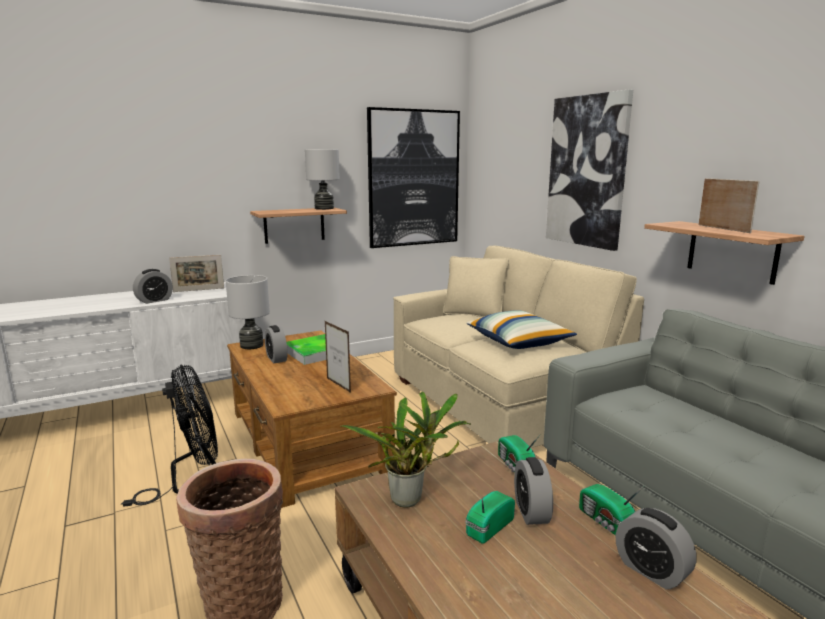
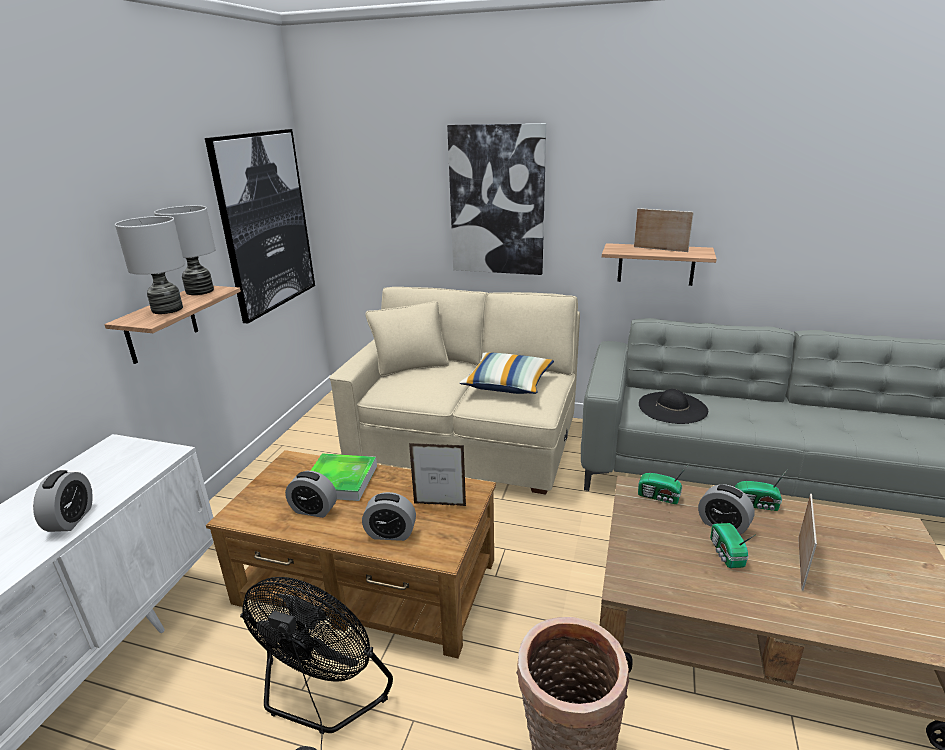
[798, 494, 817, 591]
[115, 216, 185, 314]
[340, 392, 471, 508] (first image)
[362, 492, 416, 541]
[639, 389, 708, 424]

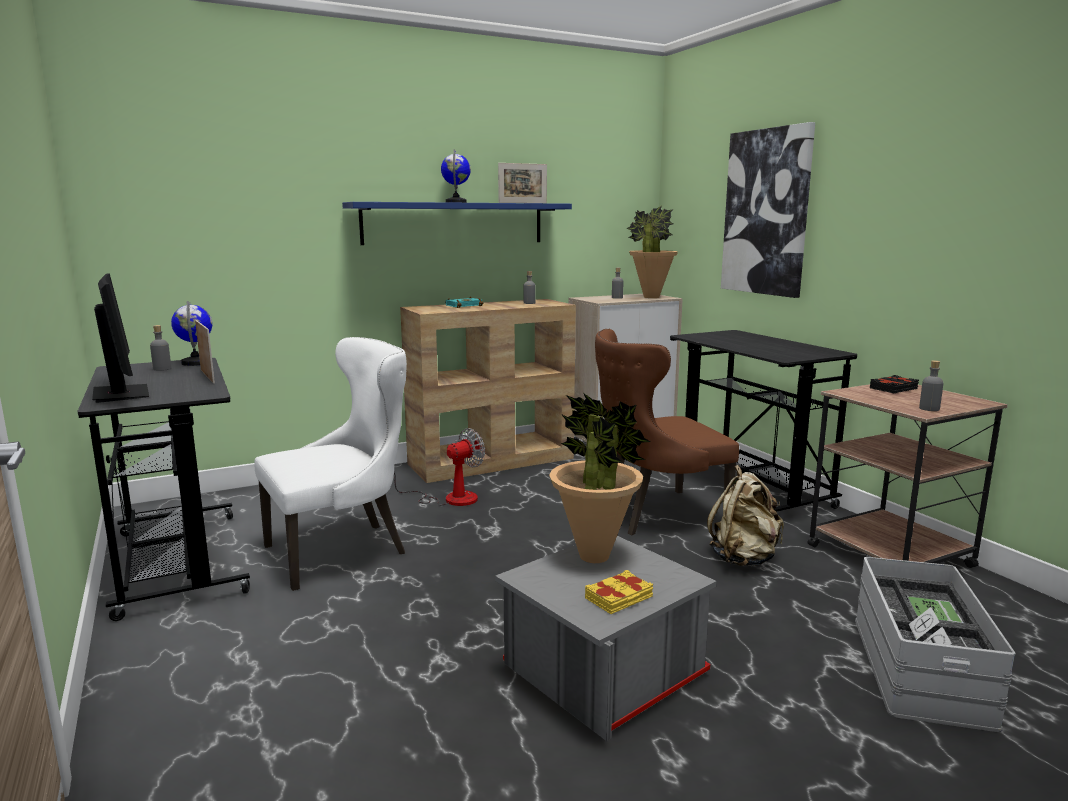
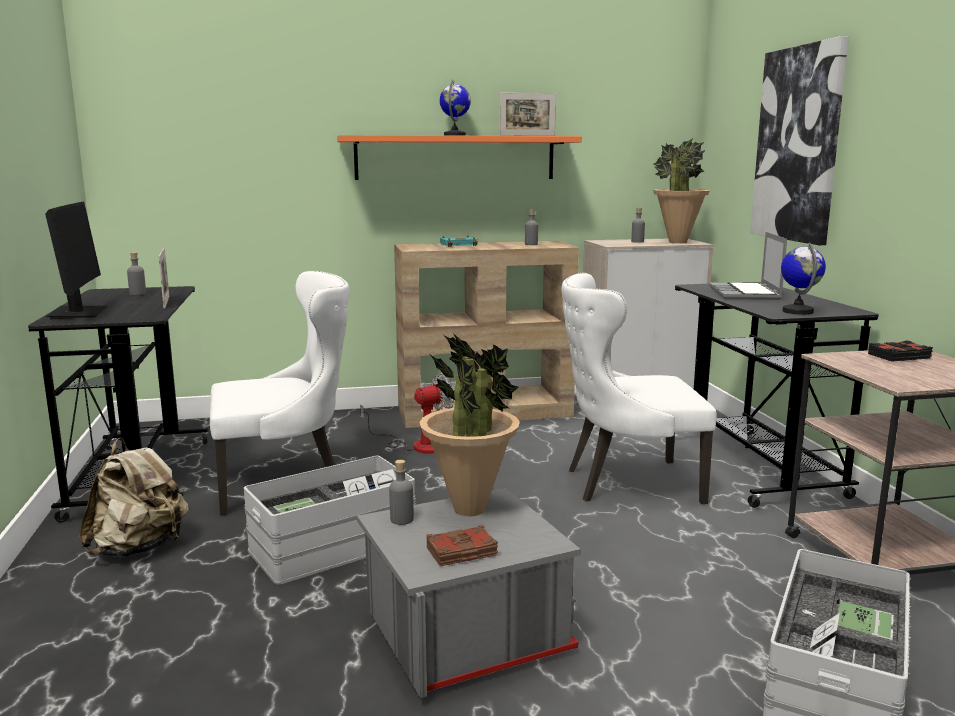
[337, 135, 582, 180]
[781, 242, 826, 315]
[562, 273, 716, 504]
[389, 460, 414, 525]
[79, 438, 189, 558]
[427, 525, 498, 566]
[709, 232, 787, 300]
[244, 456, 416, 585]

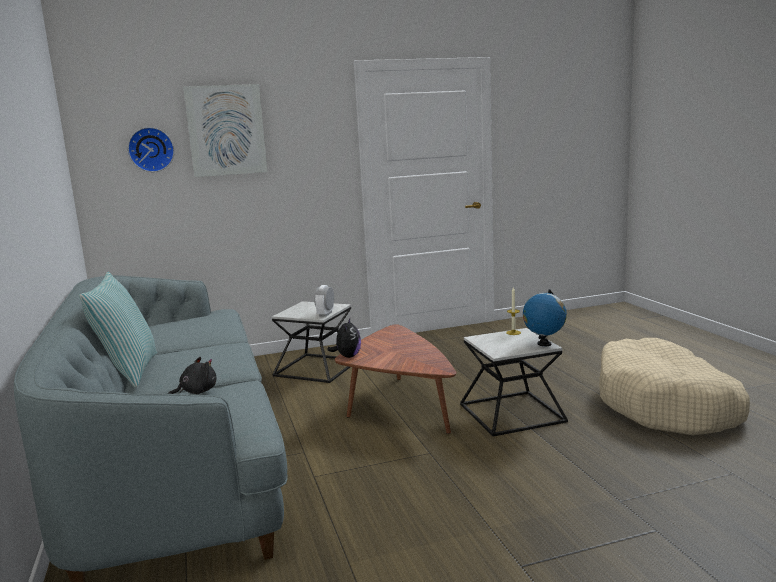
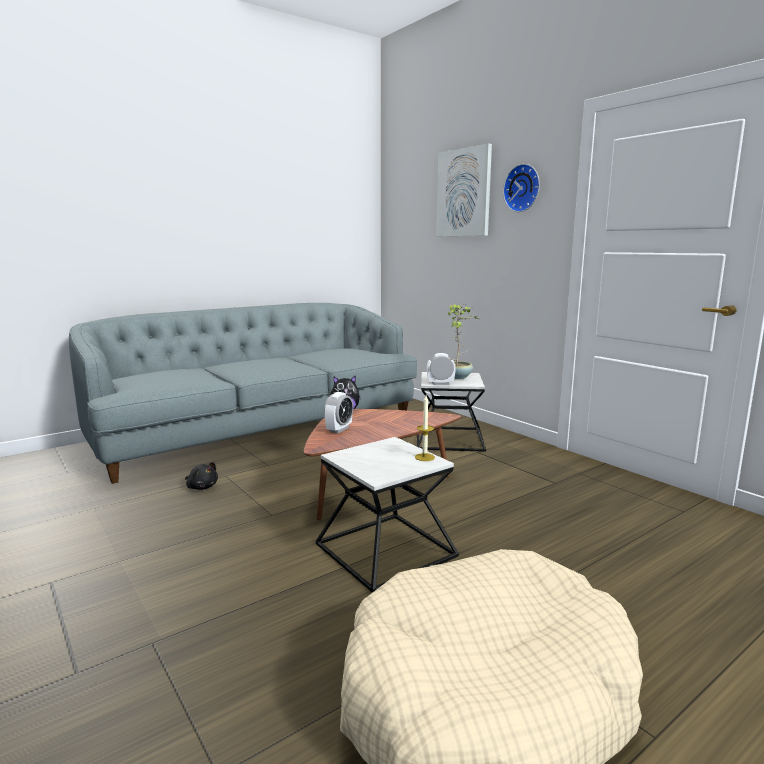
[503, 164, 540, 212]
[79, 272, 157, 388] (first image)
[523, 290, 567, 346] (first image)
[185, 462, 218, 490]
[448, 304, 480, 379]
[324, 392, 353, 433]

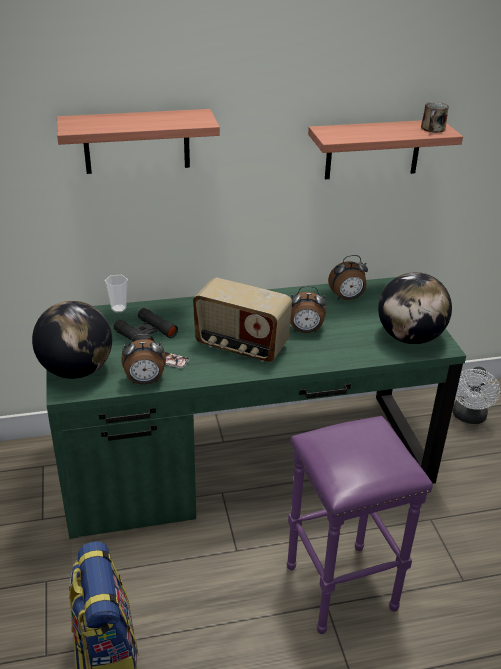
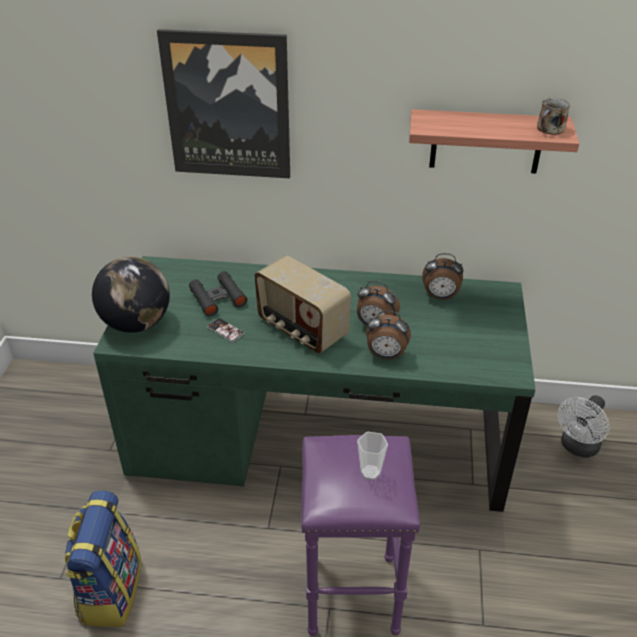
[157, 29, 290, 178]
[378, 272, 452, 344] (first image)
[357, 432, 388, 480]
[366, 311, 411, 359]

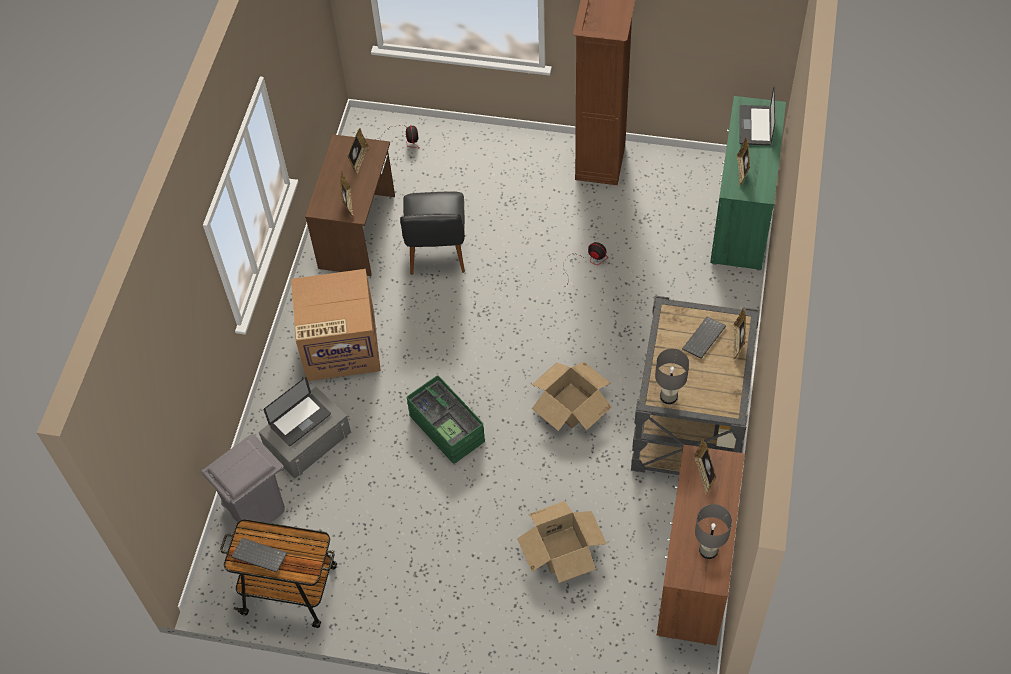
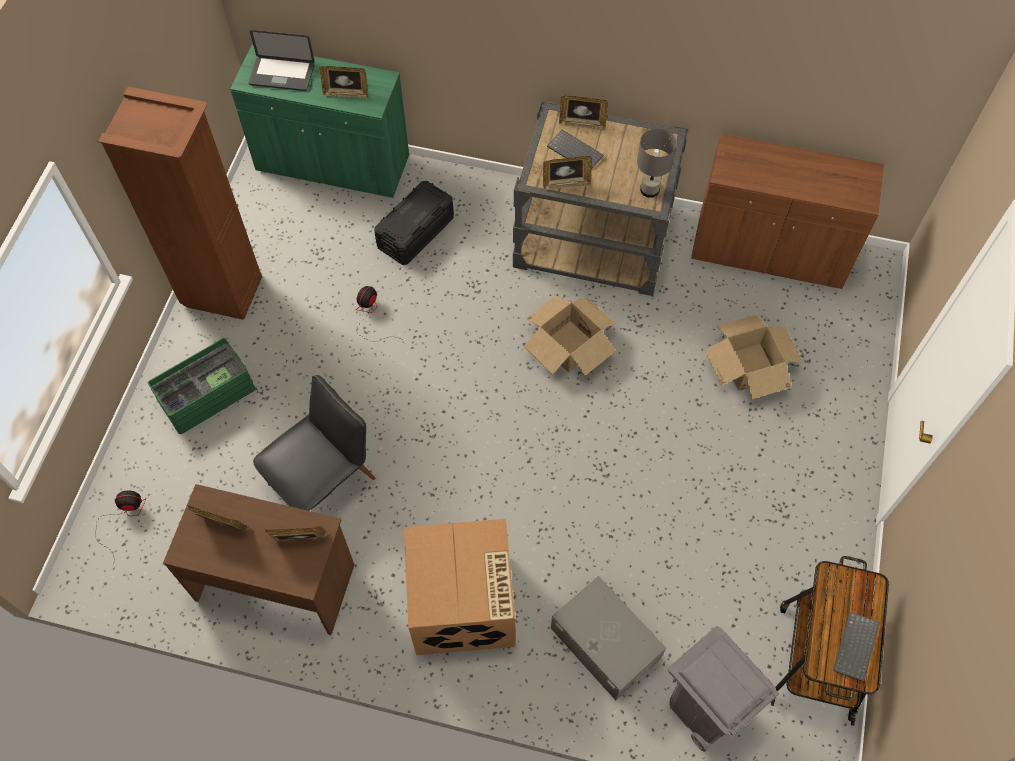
[253, 375, 375, 511]
[148, 338, 256, 434]
[264, 377, 331, 446] (first image)
[543, 156, 592, 190]
[695, 504, 732, 559] (first image)
[374, 181, 454, 265]

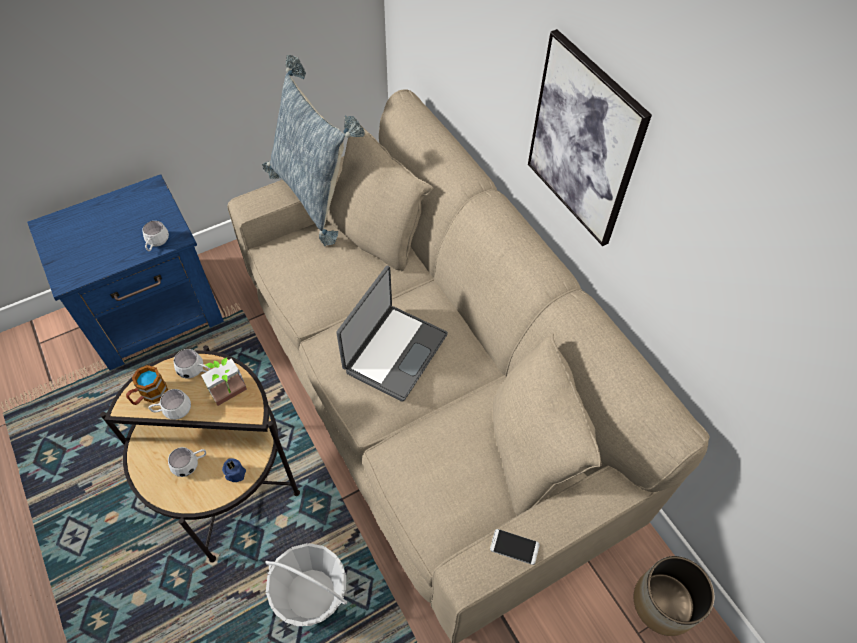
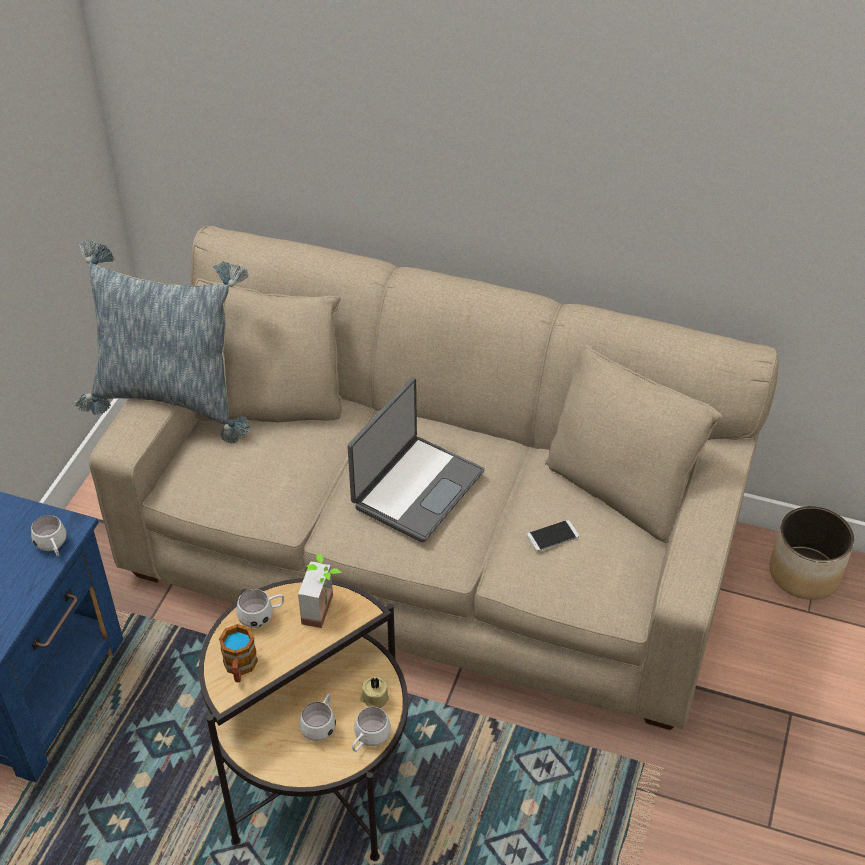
[528, 29, 652, 246] (first image)
[347, 378, 484, 543]
[352, 707, 391, 752]
[360, 677, 389, 708]
[527, 520, 579, 551]
[265, 543, 347, 626] (first image)

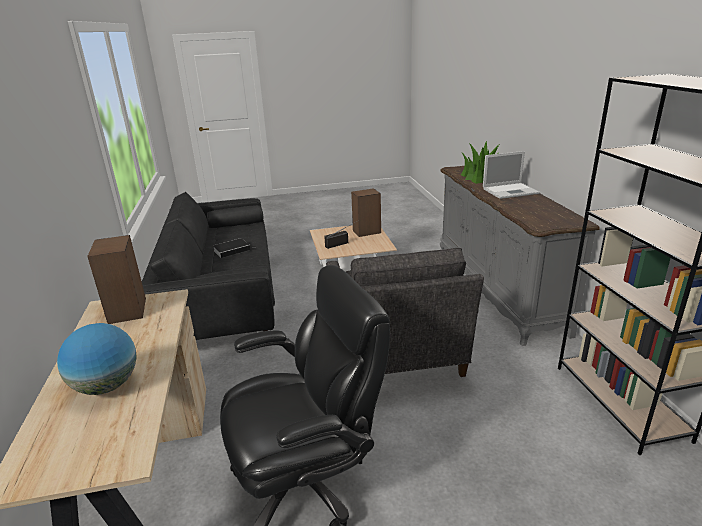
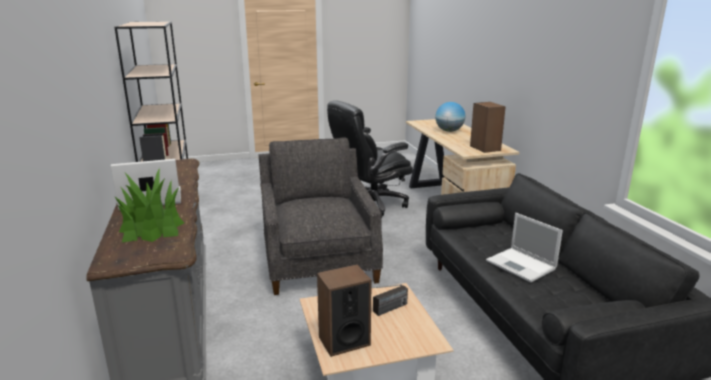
[486, 213, 563, 282]

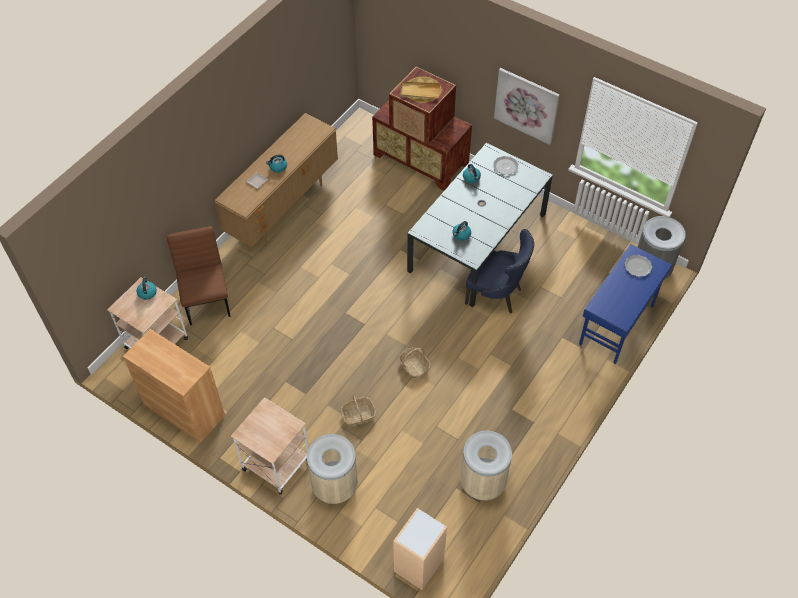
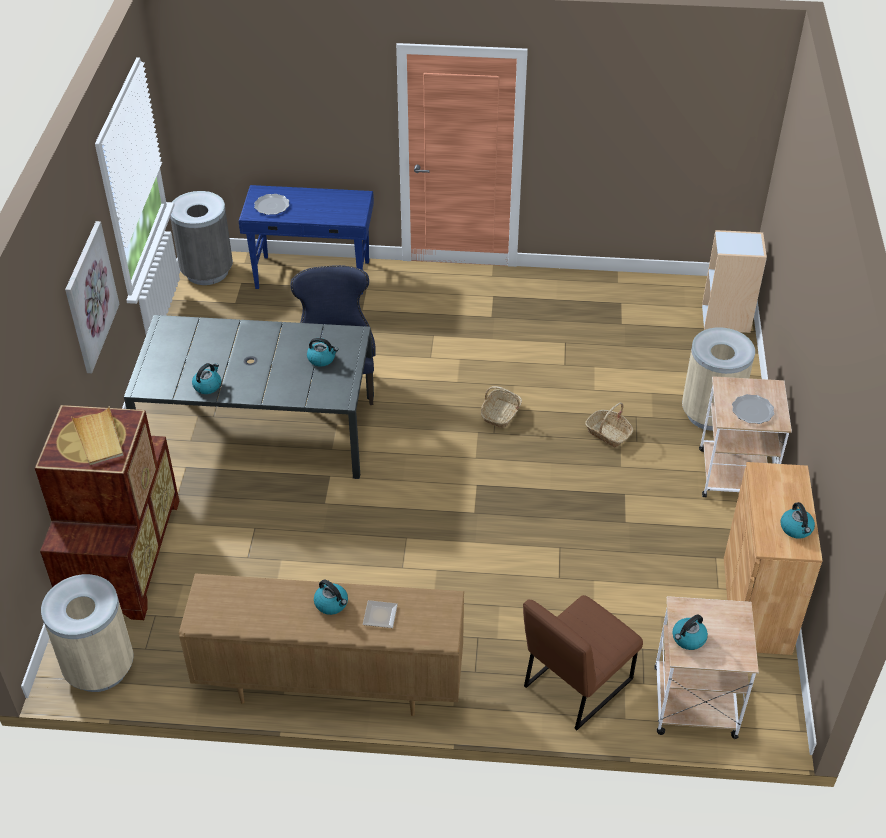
[732, 394, 774, 424]
[41, 574, 134, 692]
[781, 502, 815, 539]

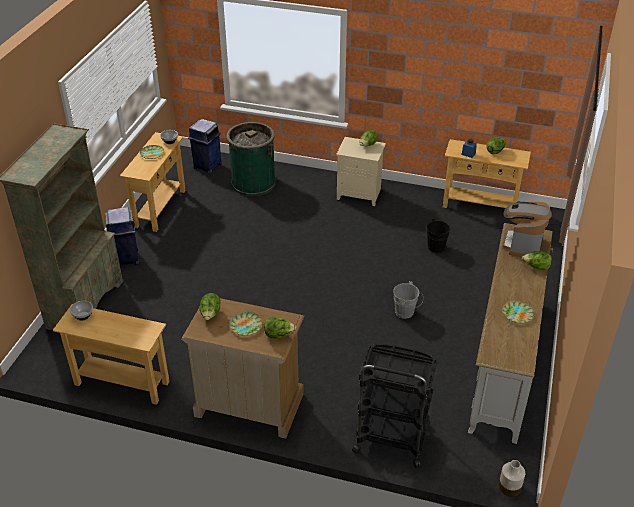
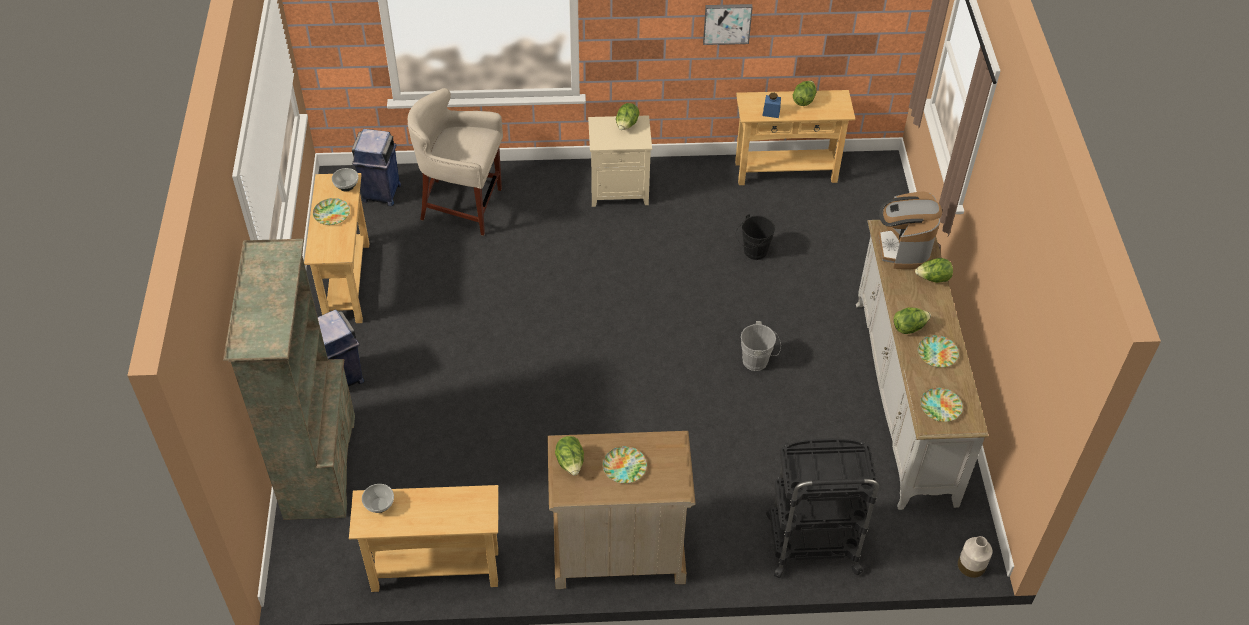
[407, 88, 503, 236]
[893, 307, 931, 334]
[703, 4, 753, 45]
[920, 388, 963, 422]

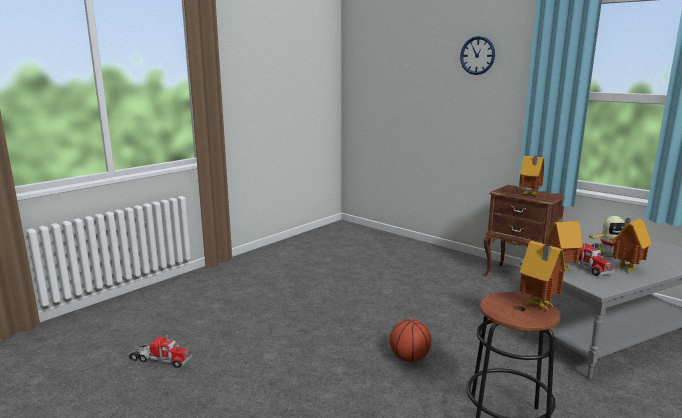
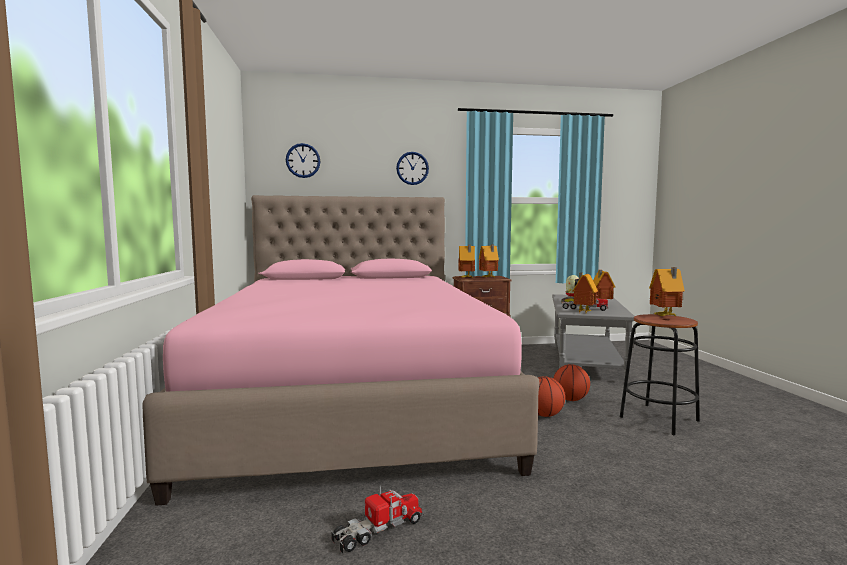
[286, 143, 320, 178]
[143, 195, 539, 506]
[458, 245, 475, 278]
[553, 364, 590, 401]

